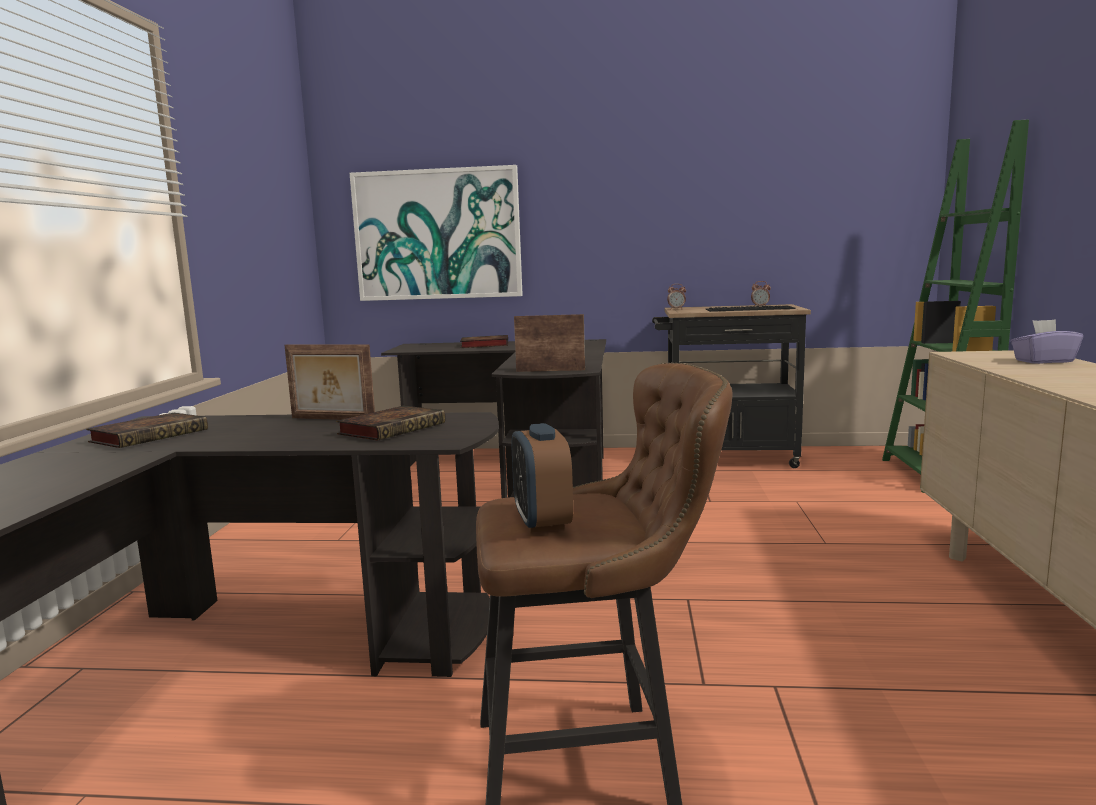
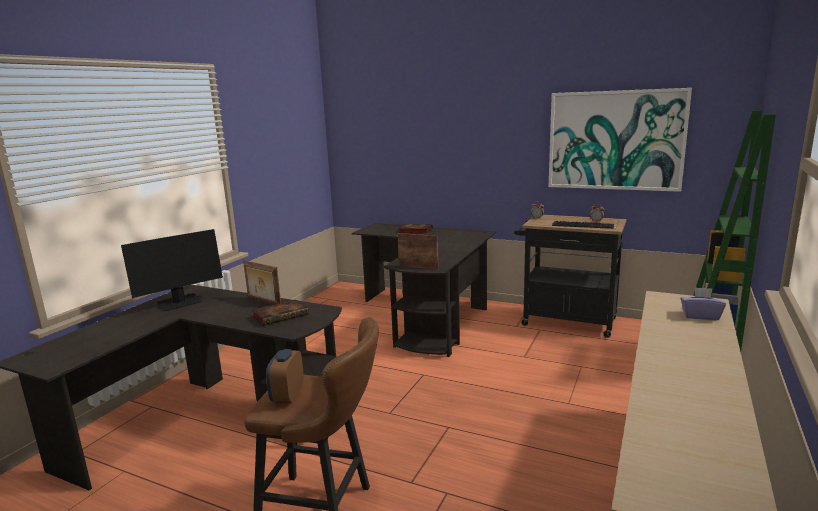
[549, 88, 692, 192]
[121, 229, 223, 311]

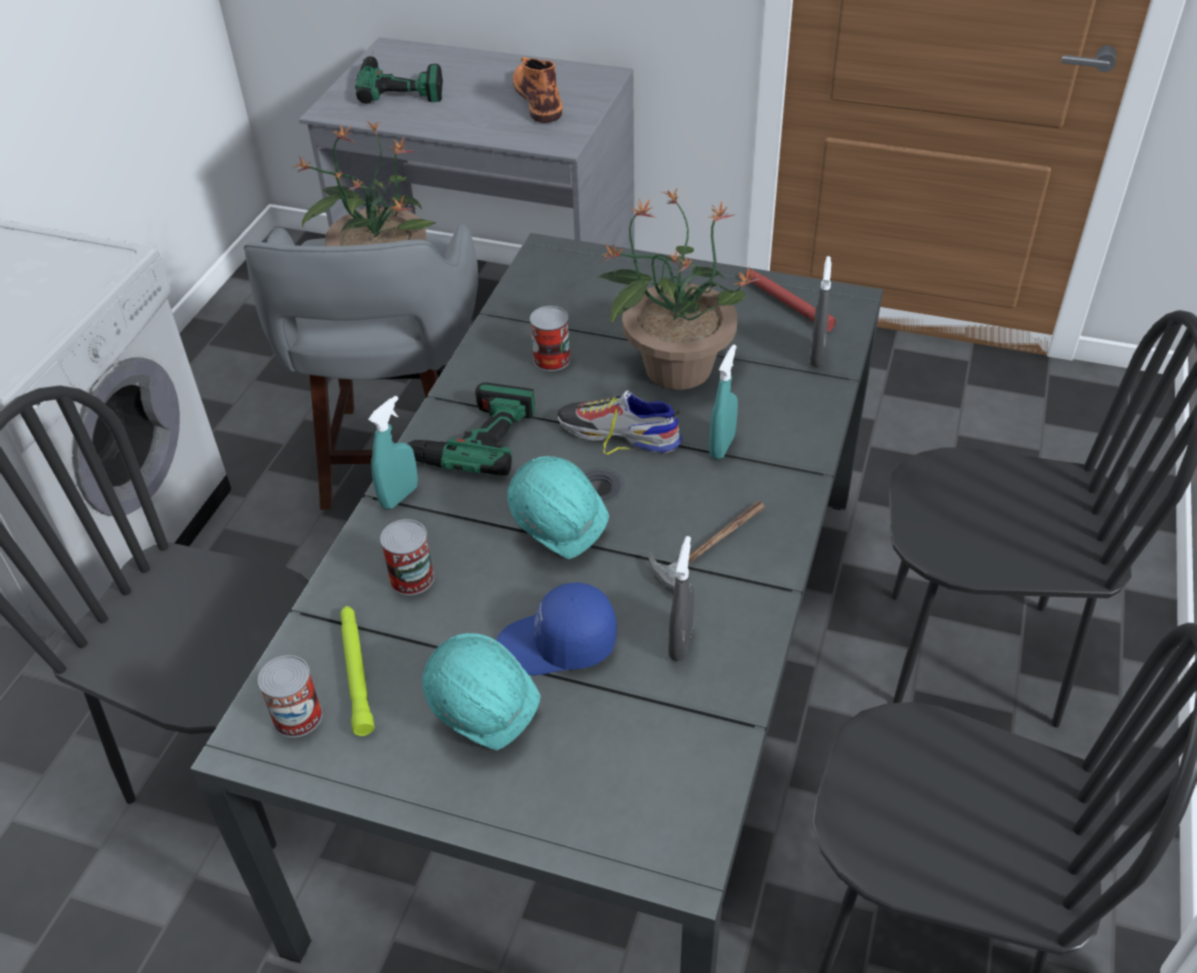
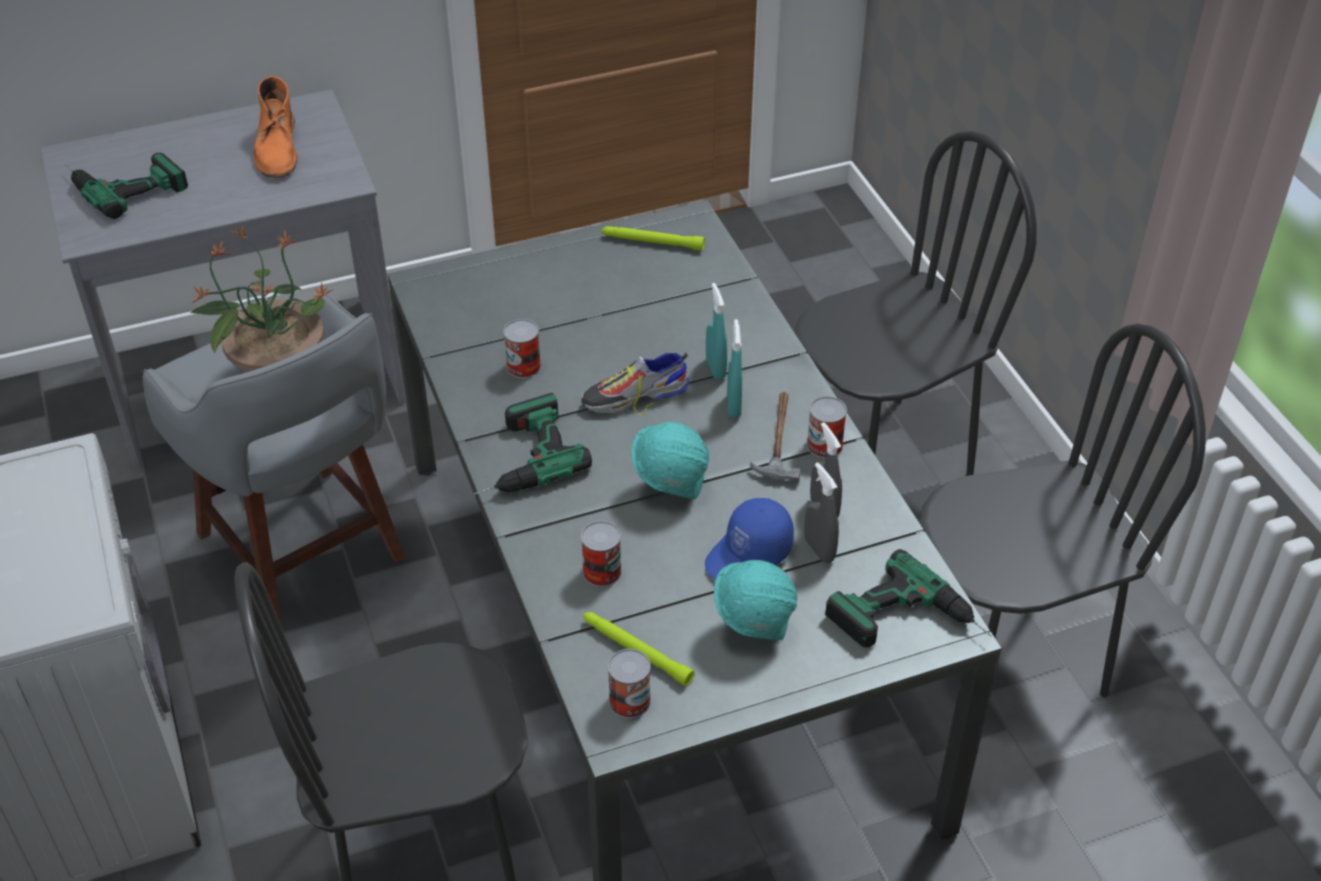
[254, 76, 297, 178]
[598, 188, 760, 390] (first image)
[804, 463, 839, 563]
[602, 226, 705, 251]
[727, 319, 742, 418]
[807, 396, 847, 458]
[825, 549, 992, 647]

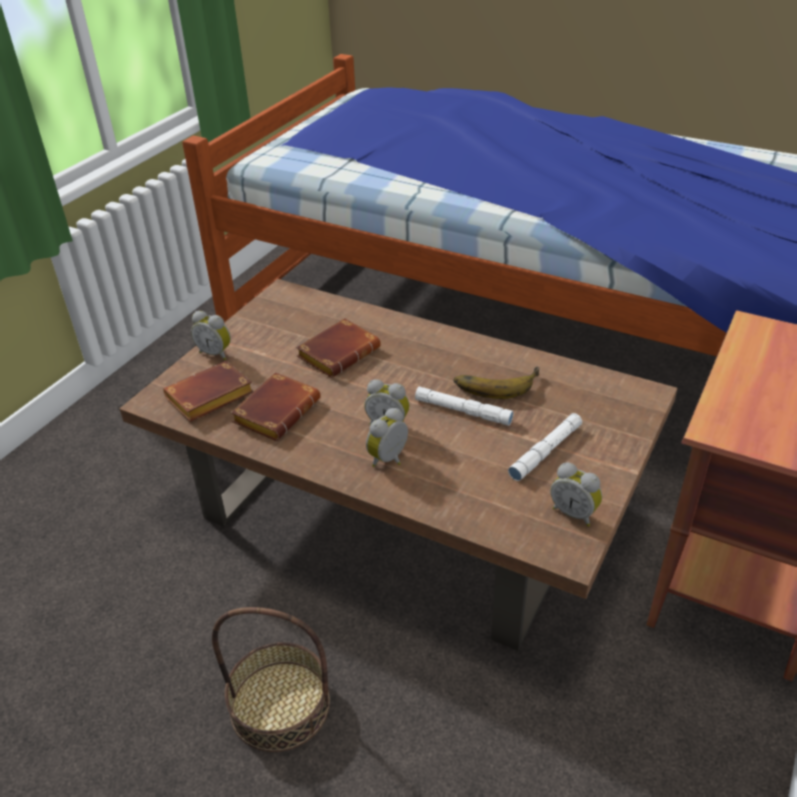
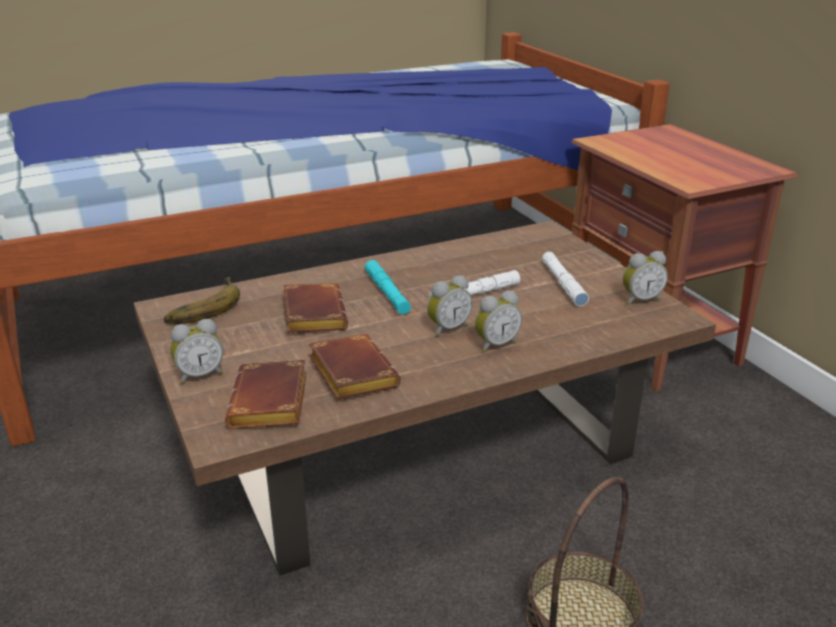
[164, 277, 240, 324]
[475, 290, 522, 353]
[365, 260, 411, 314]

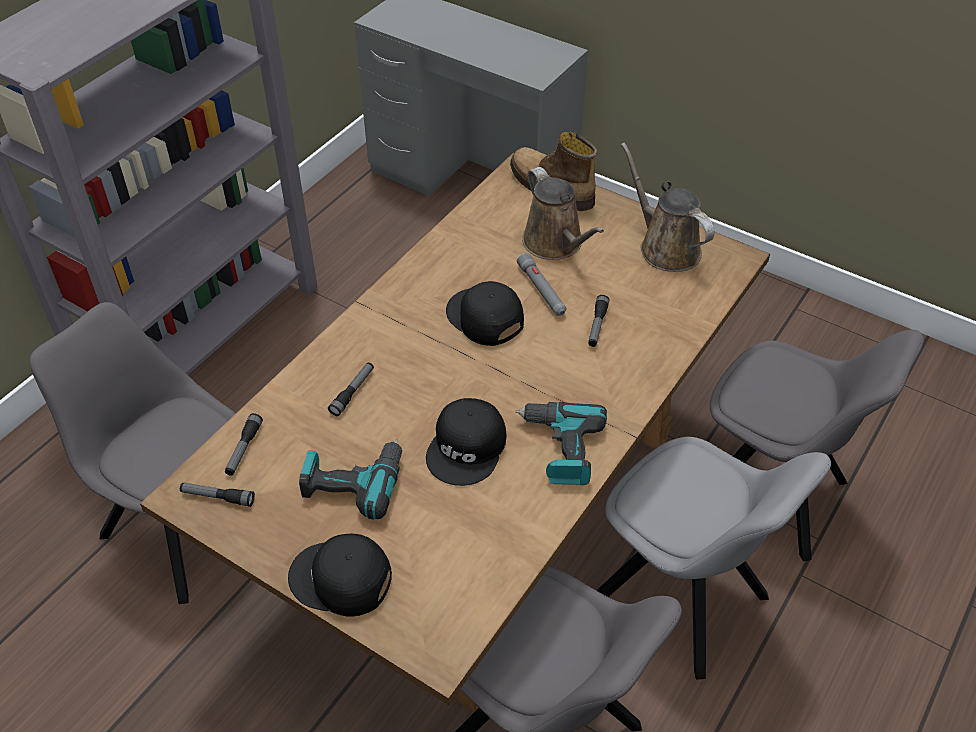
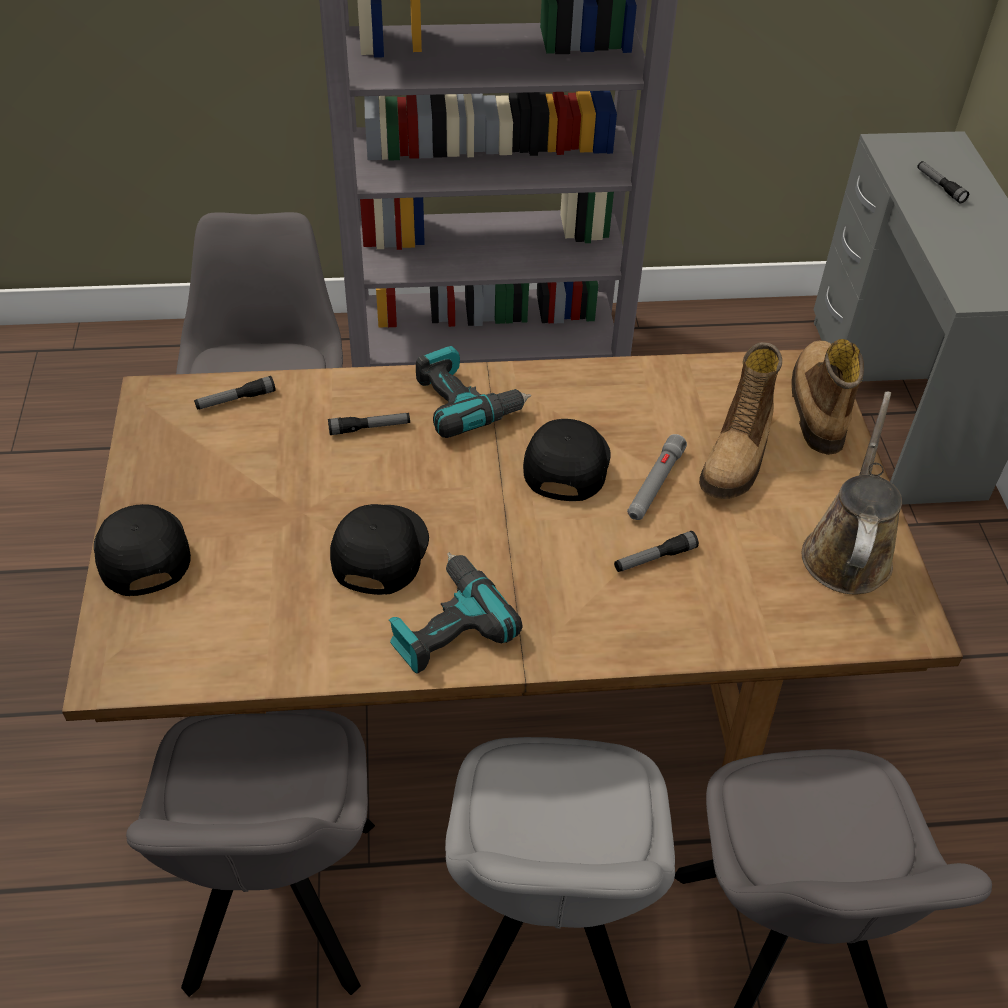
[699, 342, 782, 499]
[330, 504, 429, 595]
[416, 346, 531, 438]
[917, 161, 969, 204]

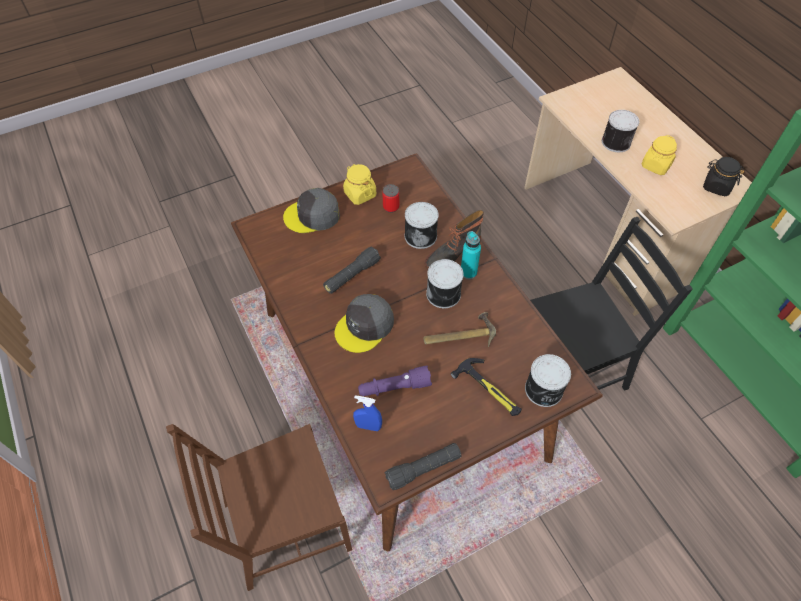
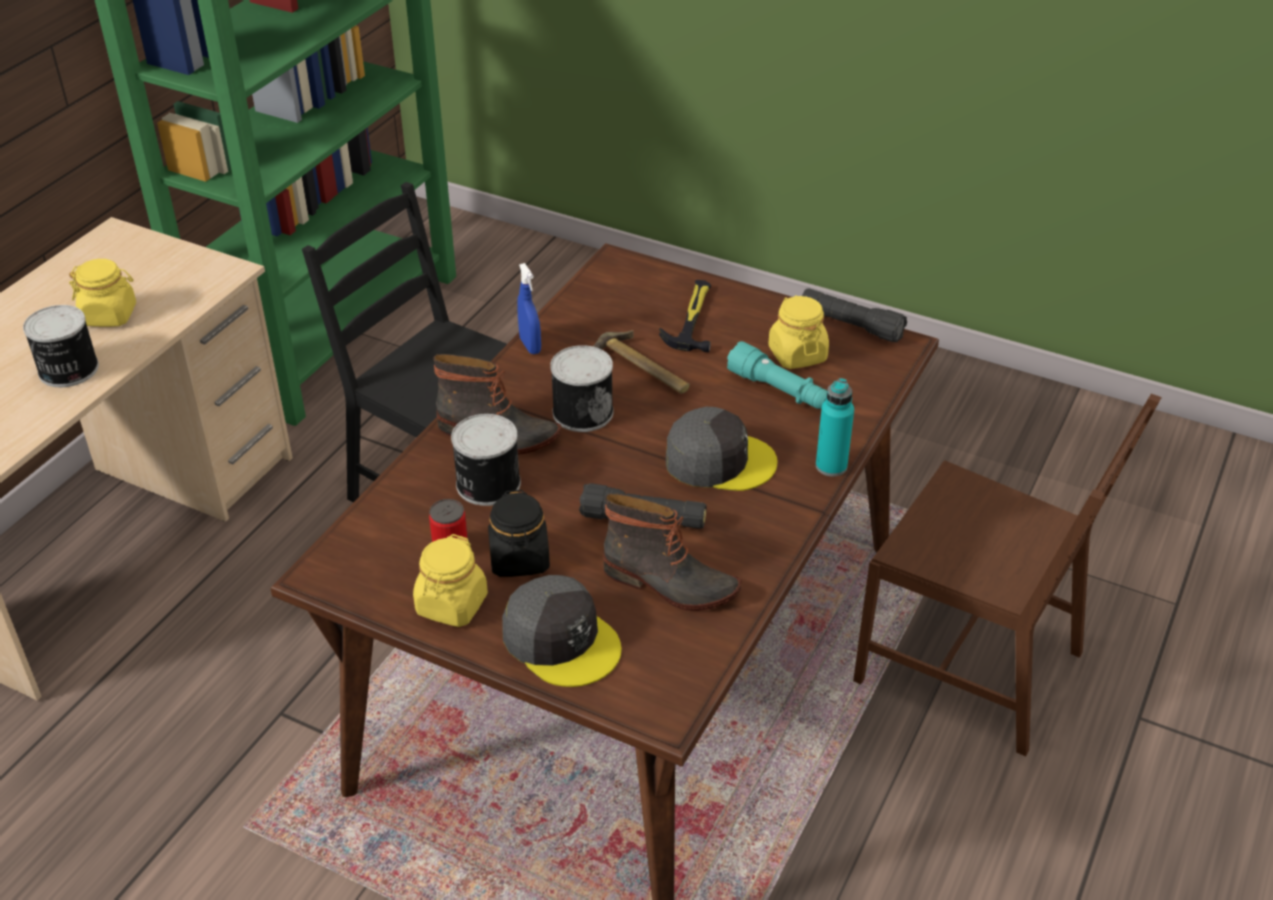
[488, 490, 550, 577]
[816, 378, 854, 477]
[525, 354, 571, 407] (first image)
[727, 341, 827, 409]
[517, 263, 541, 354]
[768, 295, 829, 369]
[603, 493, 742, 611]

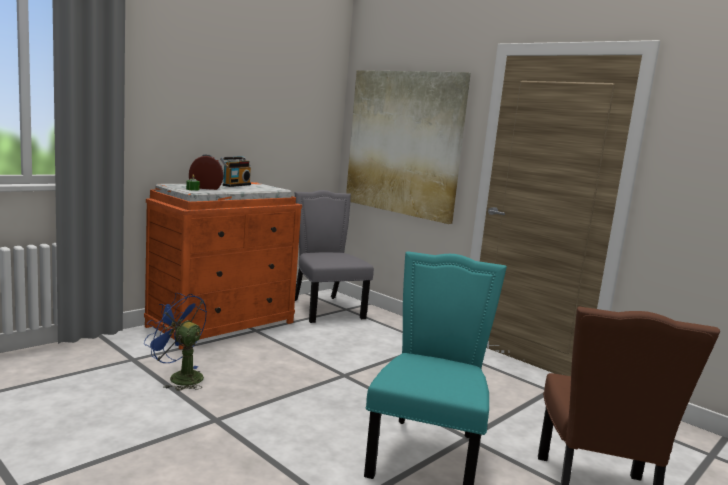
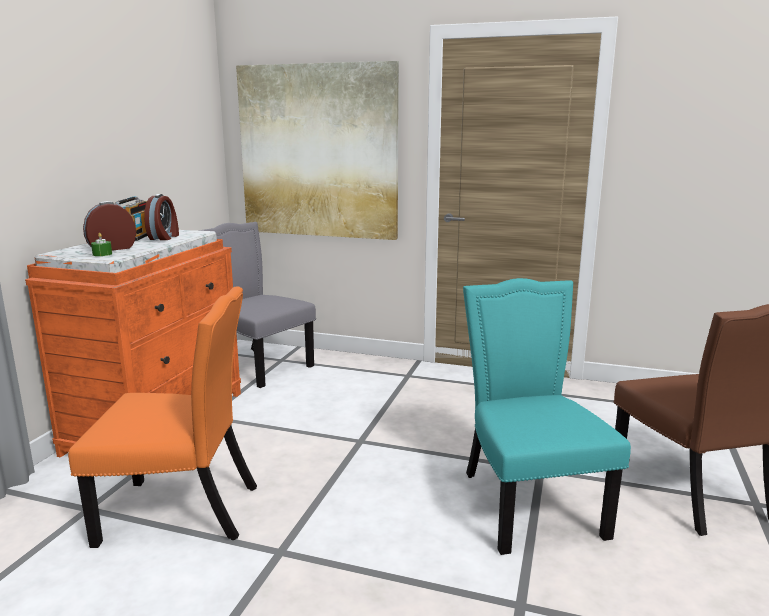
[68, 286, 257, 548]
[144, 194, 179, 240]

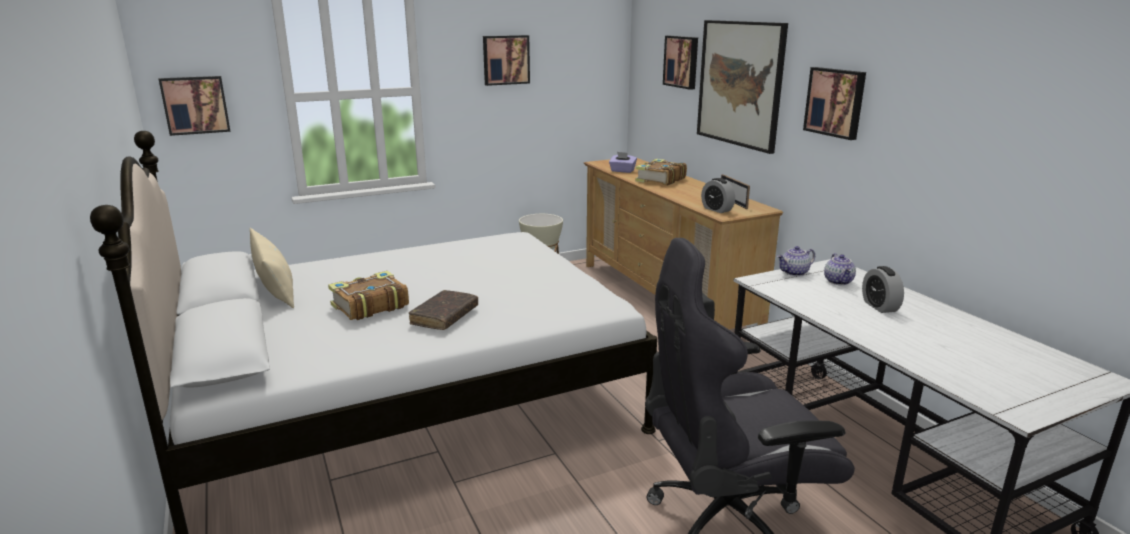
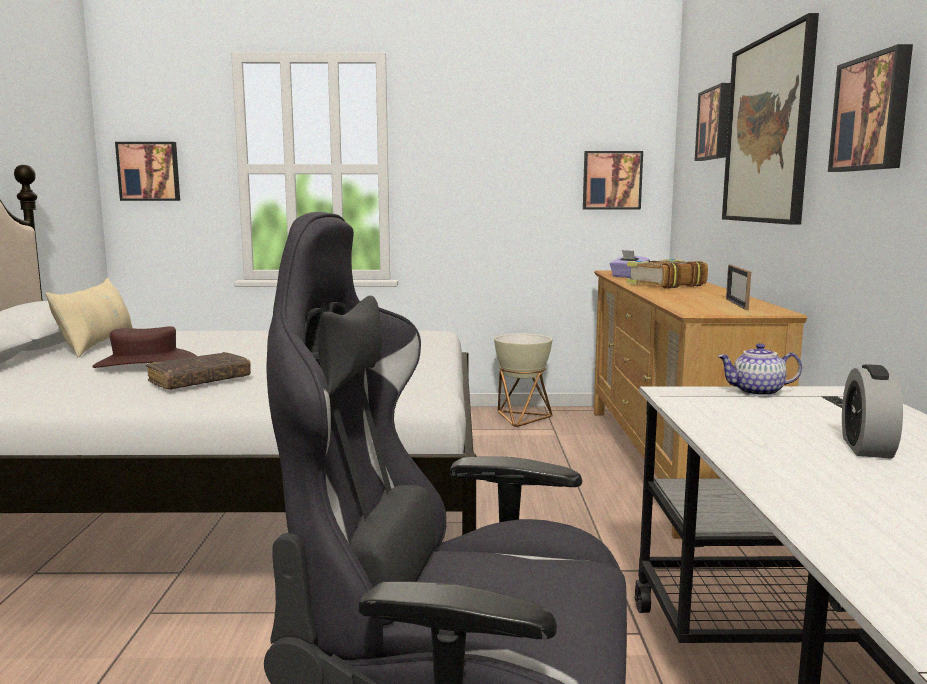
[583, 151, 643, 209]
[701, 178, 735, 213] (first image)
[824, 253, 856, 285] (first image)
[92, 326, 196, 368]

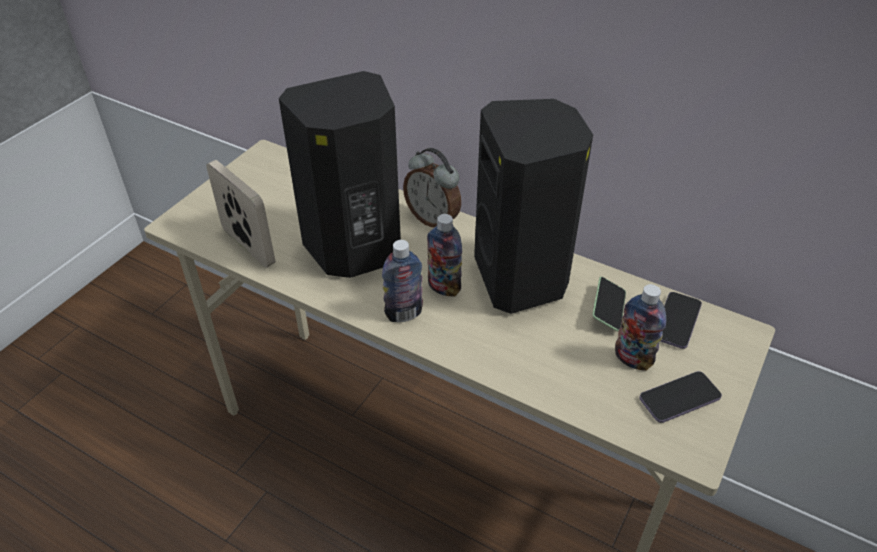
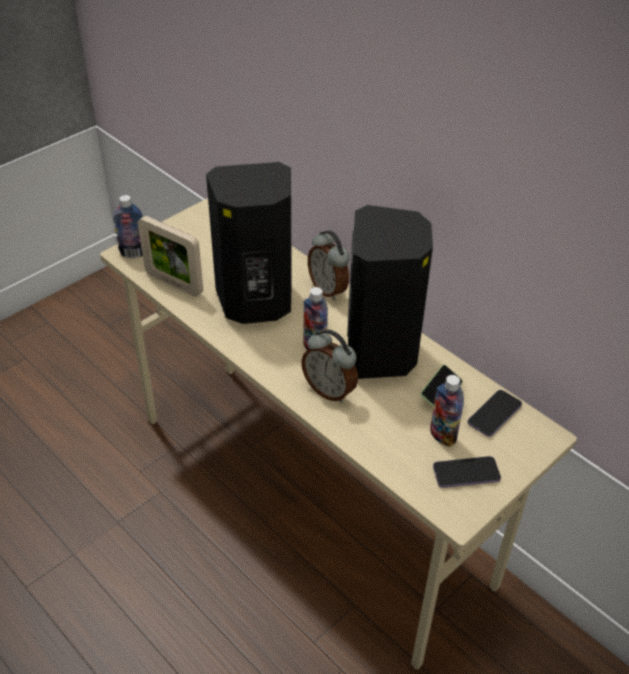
[138, 216, 203, 296]
[113, 195, 143, 258]
[302, 329, 358, 403]

